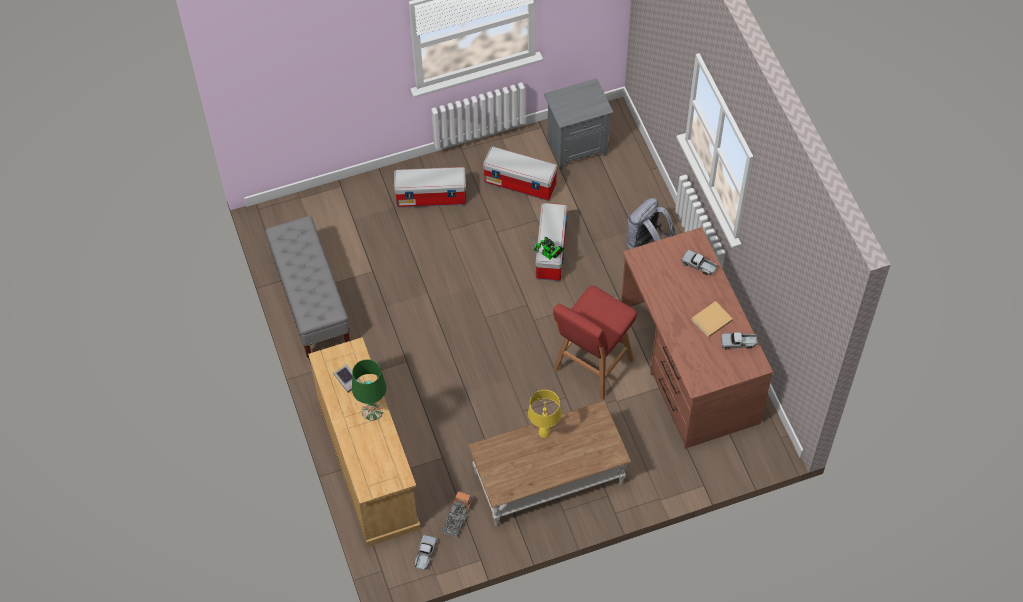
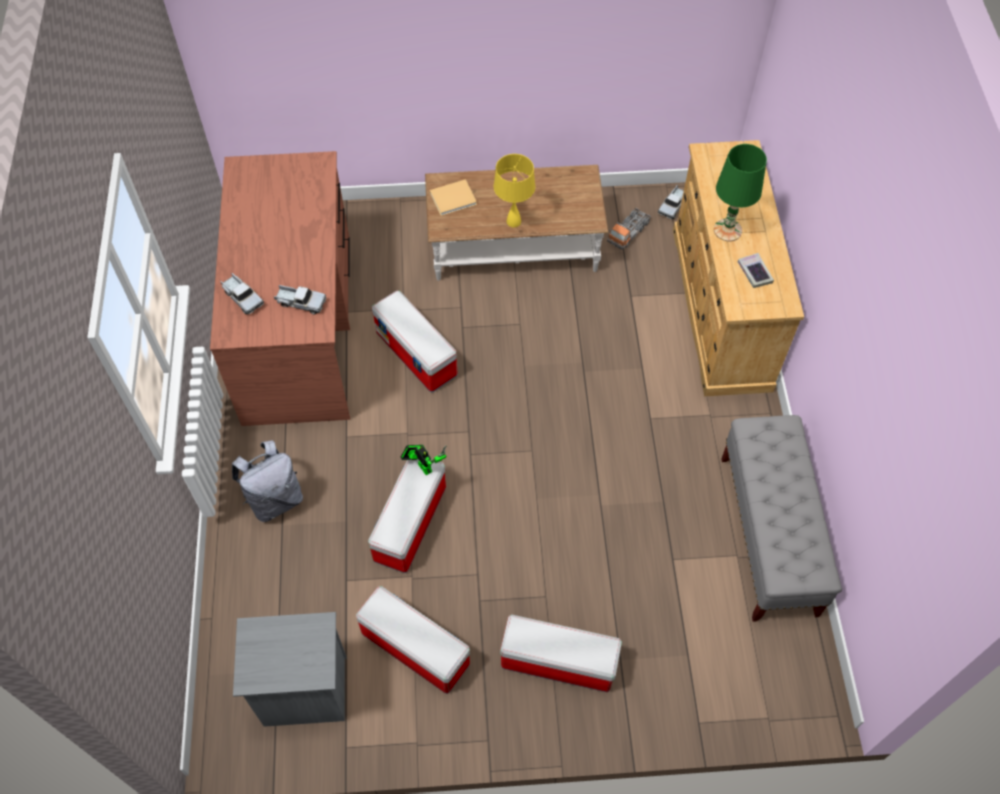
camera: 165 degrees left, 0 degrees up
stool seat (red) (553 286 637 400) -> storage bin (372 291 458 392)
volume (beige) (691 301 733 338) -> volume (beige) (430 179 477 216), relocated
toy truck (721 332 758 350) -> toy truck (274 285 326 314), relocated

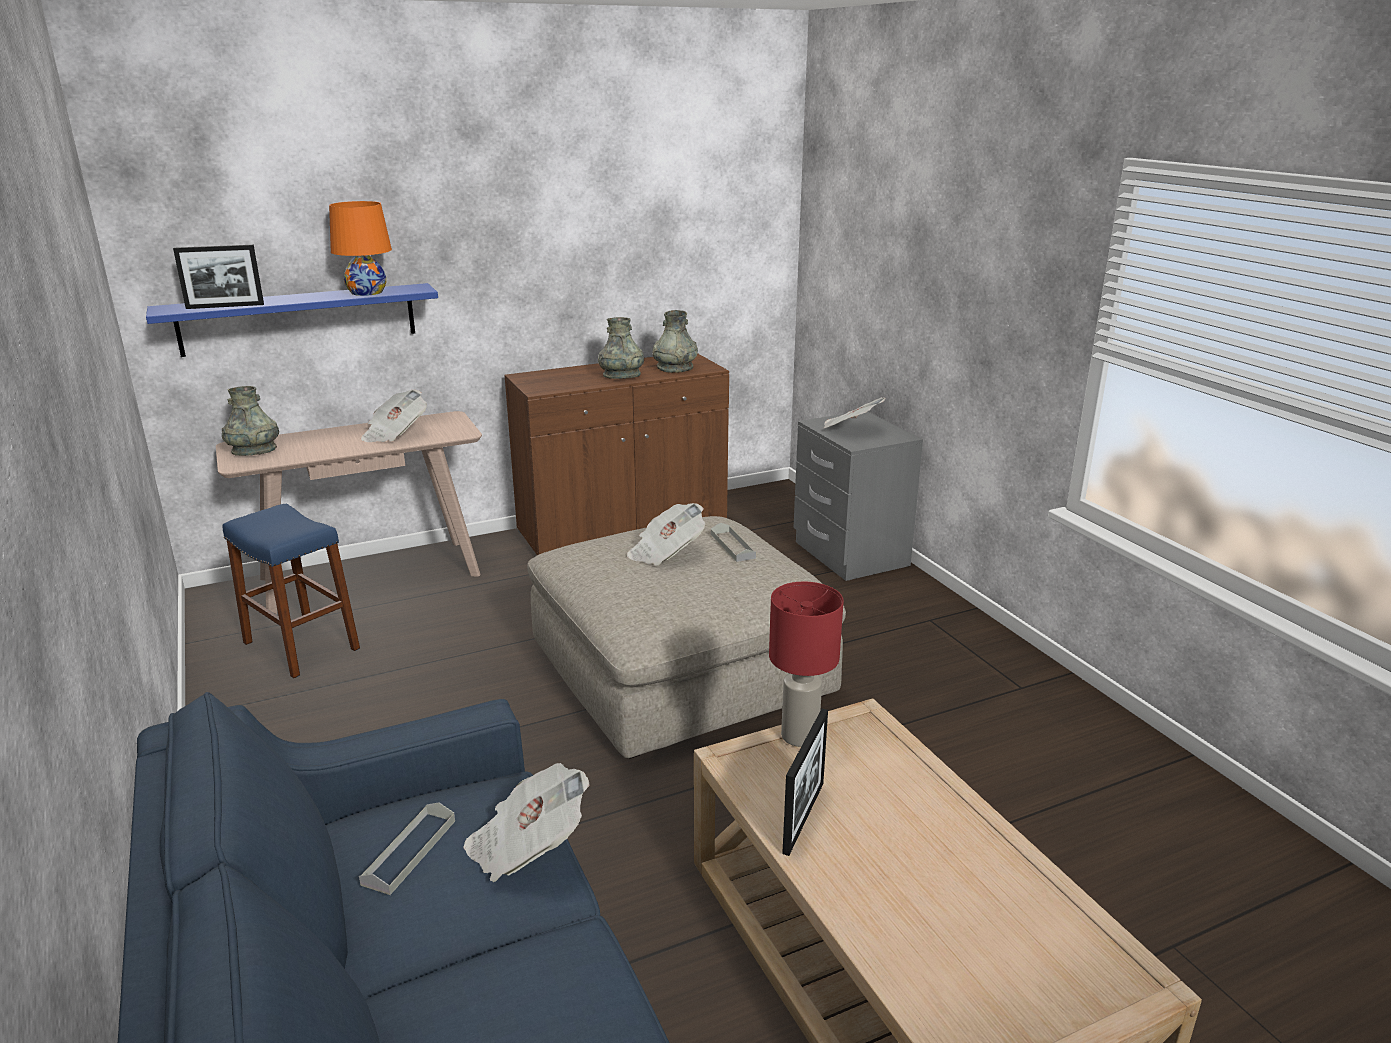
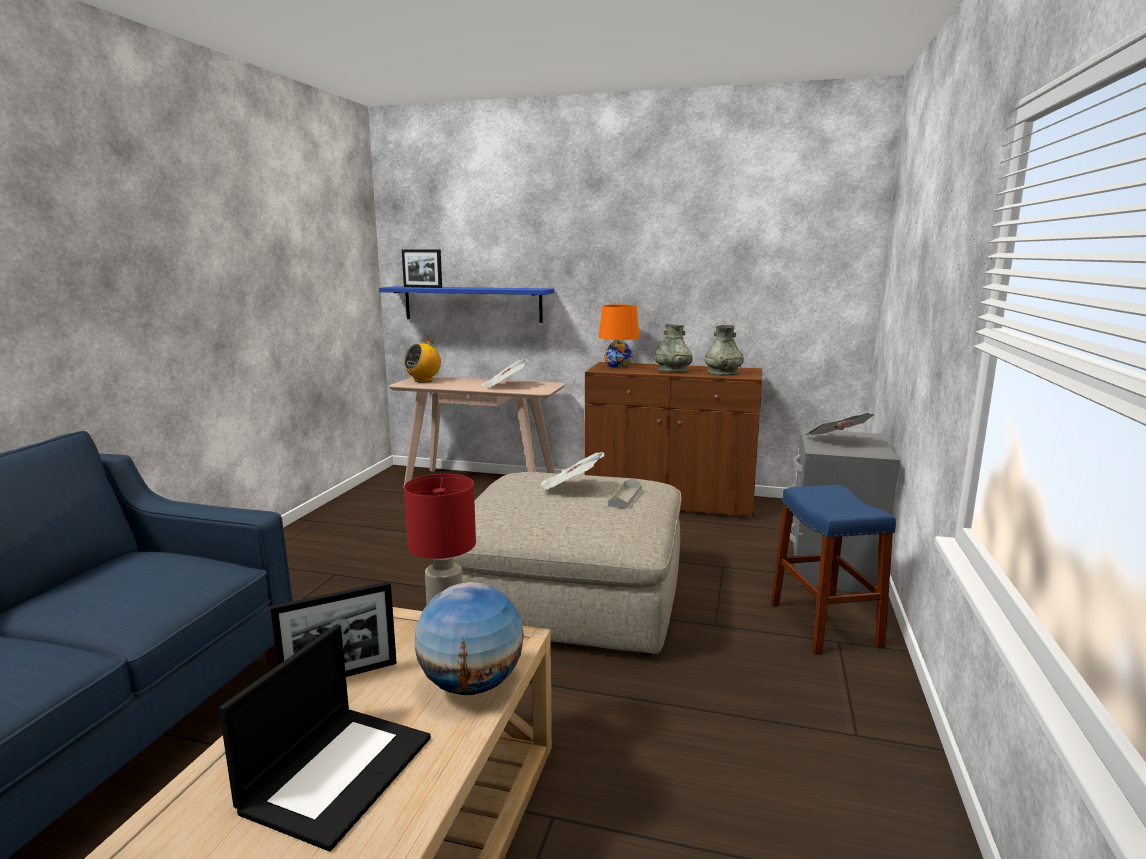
camera: 40 degrees right, 10 degrees down
decorative vase (greyish) (222 386 279 456) -> radio receiver (404 339 441 382)
stool seat (blue-coloured) (223 504 360 678) -> stool seat (blue-coloured) (771 485 896 654), relocated
tabletop lamp (orange-coloured) (329 201 392 296) -> tabletop lamp (orange-coloured) (599 305 639 368), relocated
tray (greyish) (359 803 455 895) -> none
newspaper (463 763 590 882) -> none
none -> laptop (219 624 431 852)
none -> globe (415 582 524 695)

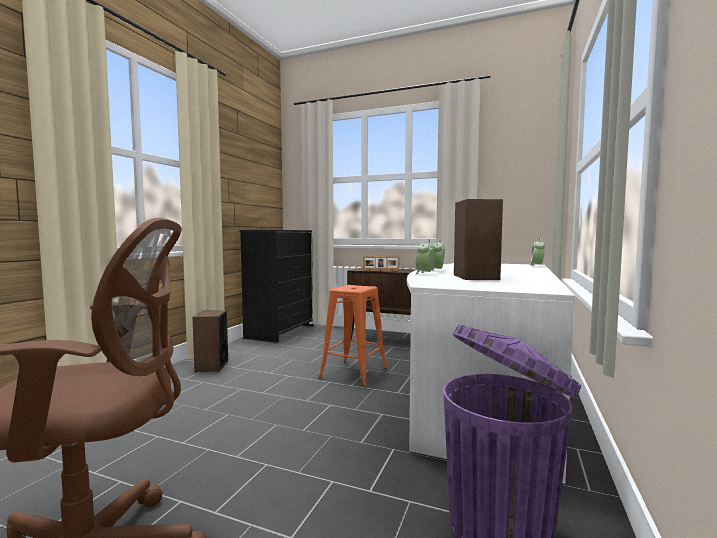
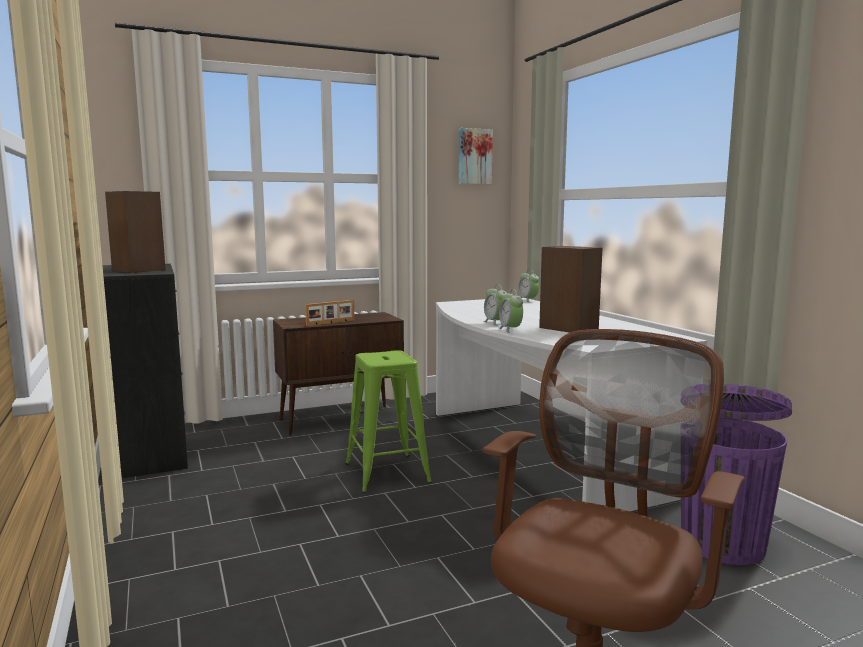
camera: 45 degrees left, 5 degrees up
audio speaker (192 310 228 372) -> audio speaker (105 191 166 273), relocated
stool seat (orange-coloured) (319 285 387 387) -> stool seat (green-coloured) (345 350 432 493)
none -> wall picture (458 128 493 184)

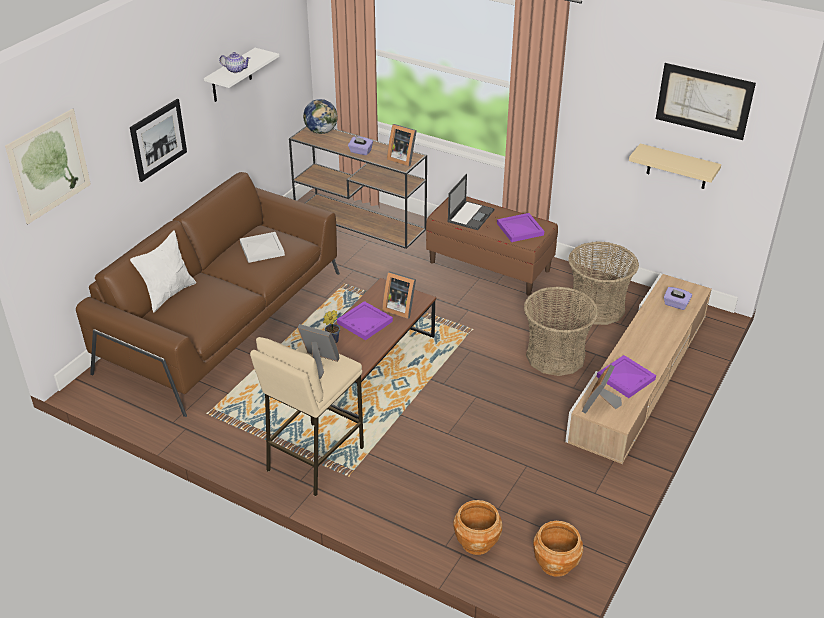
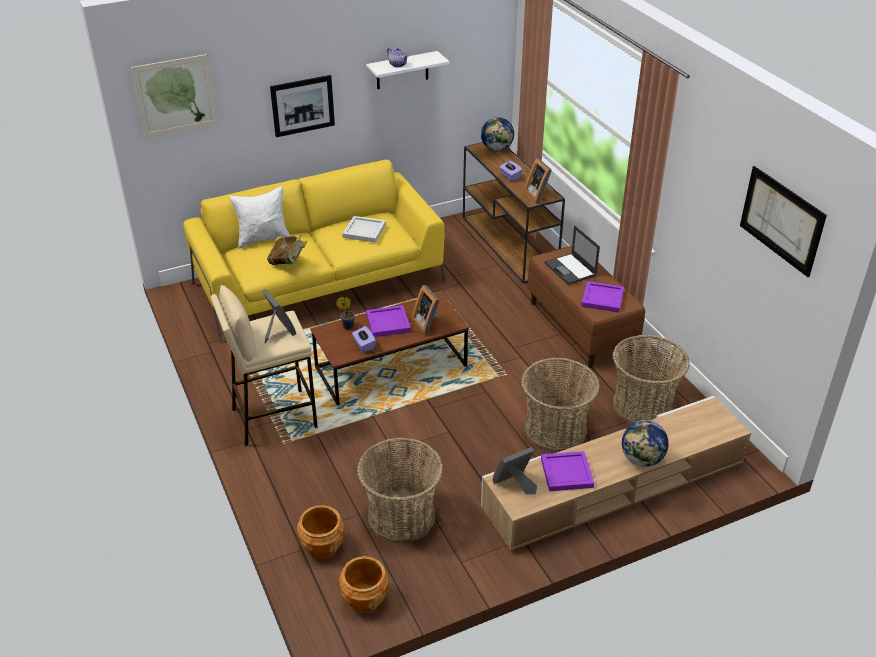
camera: 35 degrees right, 0 degrees up
couch (brownish) (76 172 340 417) -> couch (yellow) (183 160 445 343)
laptop (447 174 495 230) -> laptop (545 226 600 285), 90 degrees clockwise
wall shelf (beige) (629 144 721 189) -> none
box of tissues (purple-coloured) (664 287 692 310) -> box of tissues (purple-coloured) (352 326 376 353), relocated
none -> volume (267 235 307 265)
none -> household basket (357 438 443 543)
none -> globe (622 420 669 467)

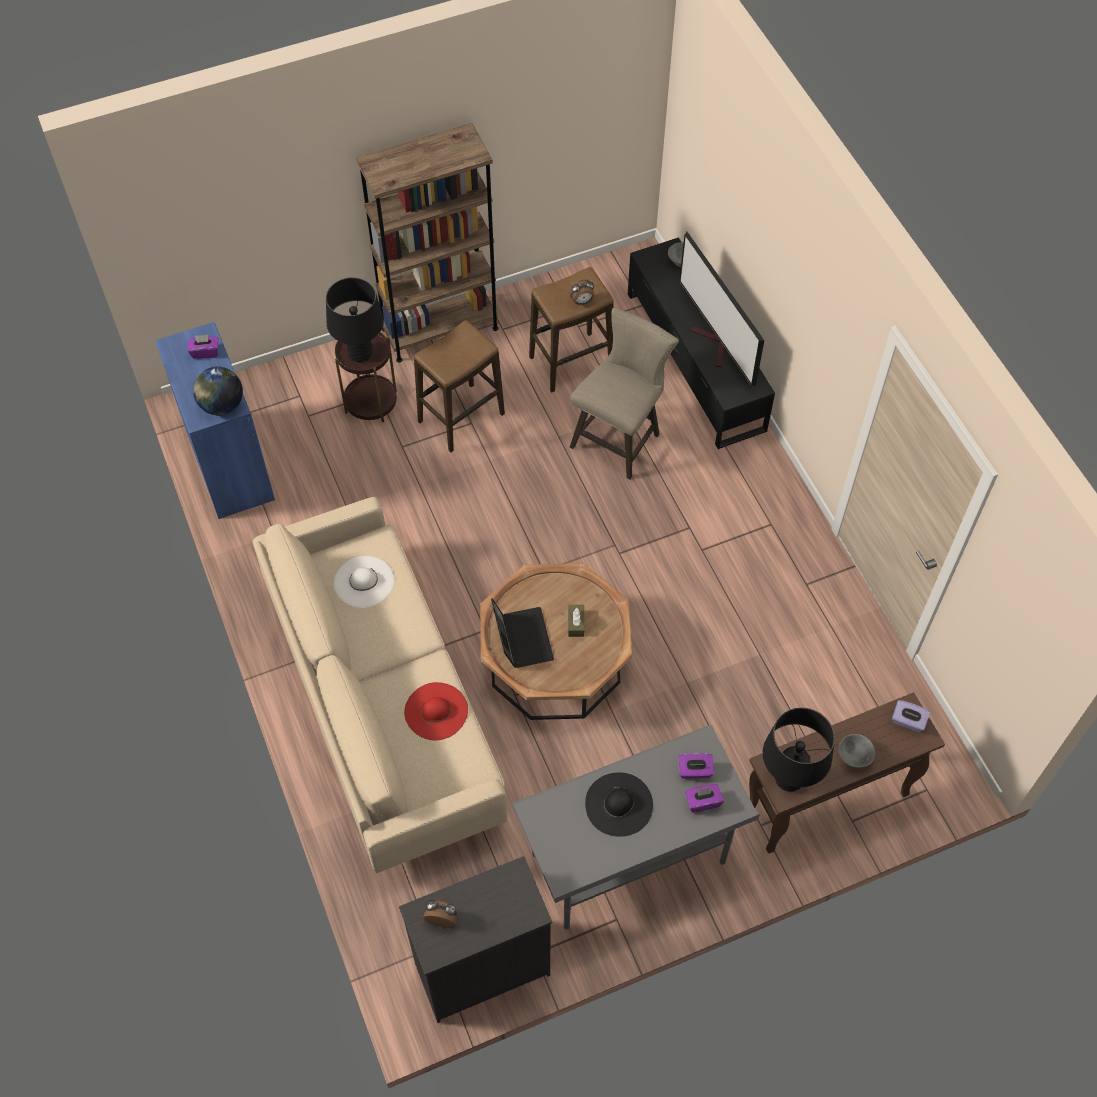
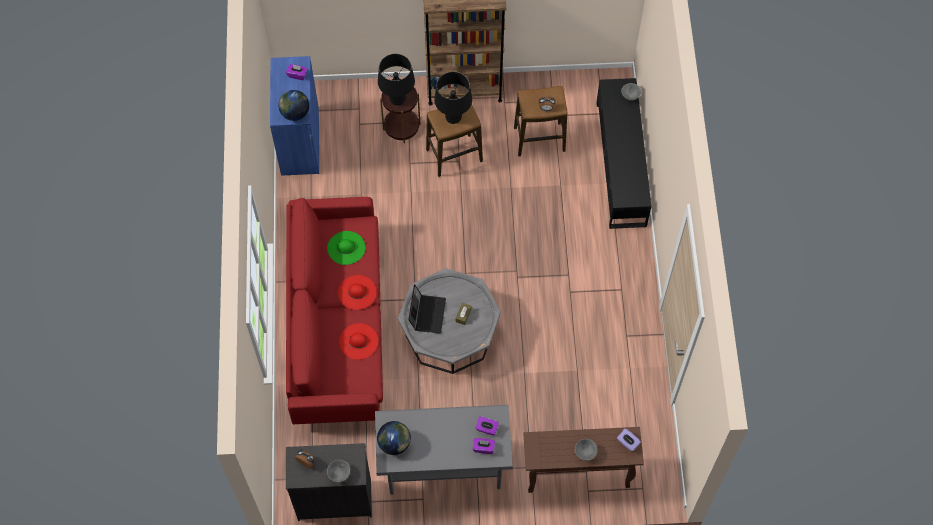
camera: 20 degrees right, 5 degrees up
couch (beige) (253 497 508 873) -> couch (red) (286 197 383 424)
clothing hat (white) (333 556 394 608) -> clothing hat (green-coloured) (327 231 366 265)
coffee table (brownish) (480 563 632 720) -> coffee table (greyish) (398 268 501 374)
stool seat (beige) (570 308 679 480) -> none
clothing hat (black-coloured) (585 772 653 837) -> none
television (679 232 764 386) -> none
tabletop lamp (black-coloured) (763 707 835 792) -> tabletop lamp (black-coloured) (434 72 472 124), relocated
none -> bowl (greyish) (327 460 350 482)
none -> clothing hat (red) (338 275 377 310)
none -> globe (377 421 411 455)

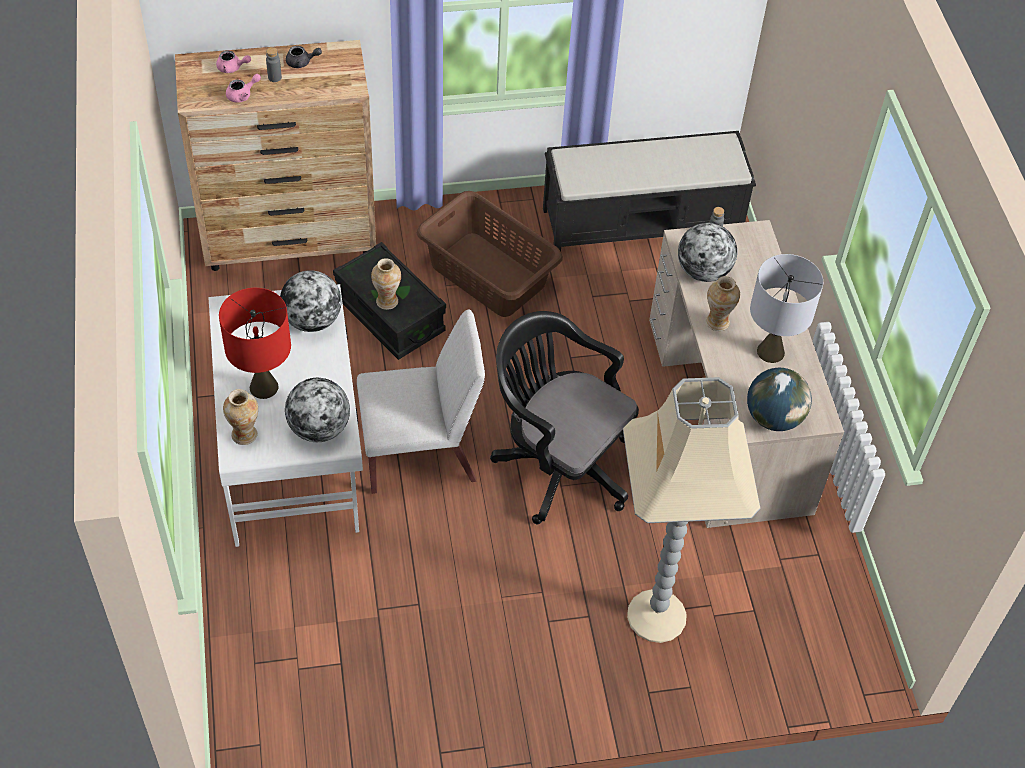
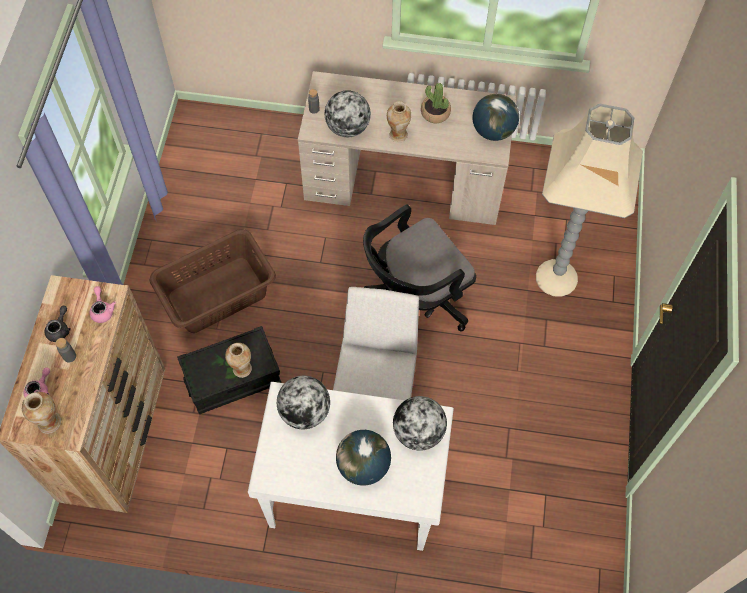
camera: 70 degrees left, 10 degrees up
tabletop lamp (red) (219 288 291 399) -> globe (336 430 391 486)
decorative vase (223 389 258 445) -> decorative vase (22 392 61 434), relocated
pot for tea (pinkish) (226 74 261 103) -> pot for tea (pinkish) (90 286 116 323), relocated
indoor bench (black-coloured) (543 131 756 251) -> none
tabletop lamp (greyish) (750 254 823 363) -> houseplant (421 83 451 123)

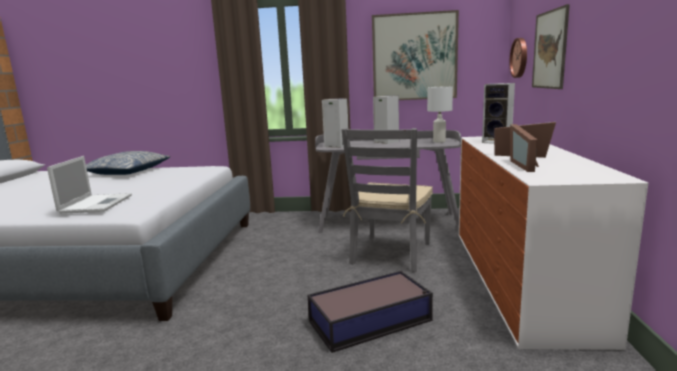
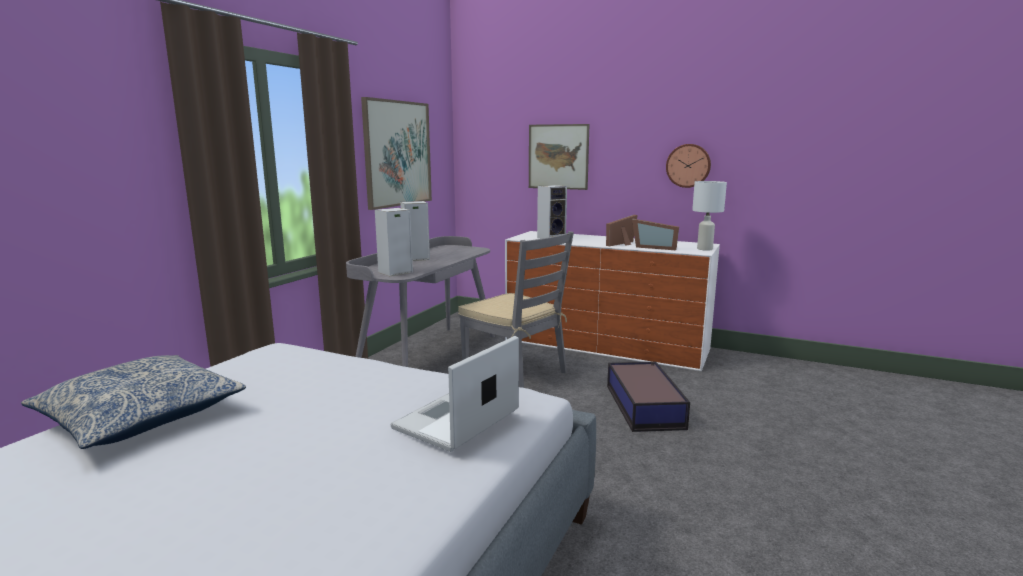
camera: 70 degrees left, 0 degrees up
laptop (47 156 132 214) -> laptop (390 336 519 452), 75 degrees counterclockwise
tabletop lamp (white) (427 86 453 143) -> tabletop lamp (white) (692 181 727 251), relocated
wall clock (509 38 527 78) -> wall clock (666 144 711 188), relocated

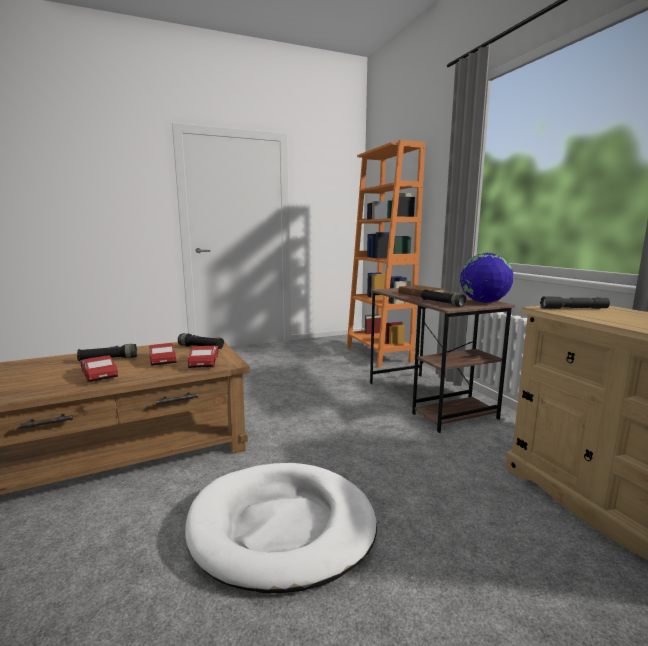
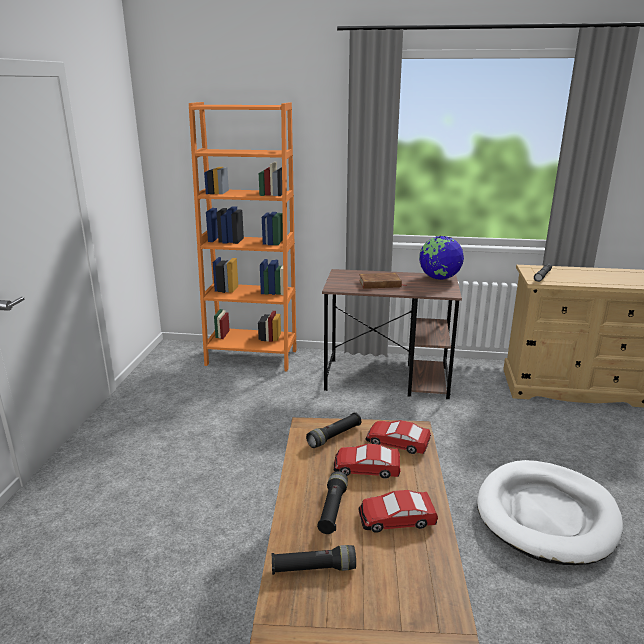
camera: 60 degrees left, 10 degrees up
torch (black-coloured) (421 289 467 307) -> torch (black-coloured) (272 545 356 575), relocated

